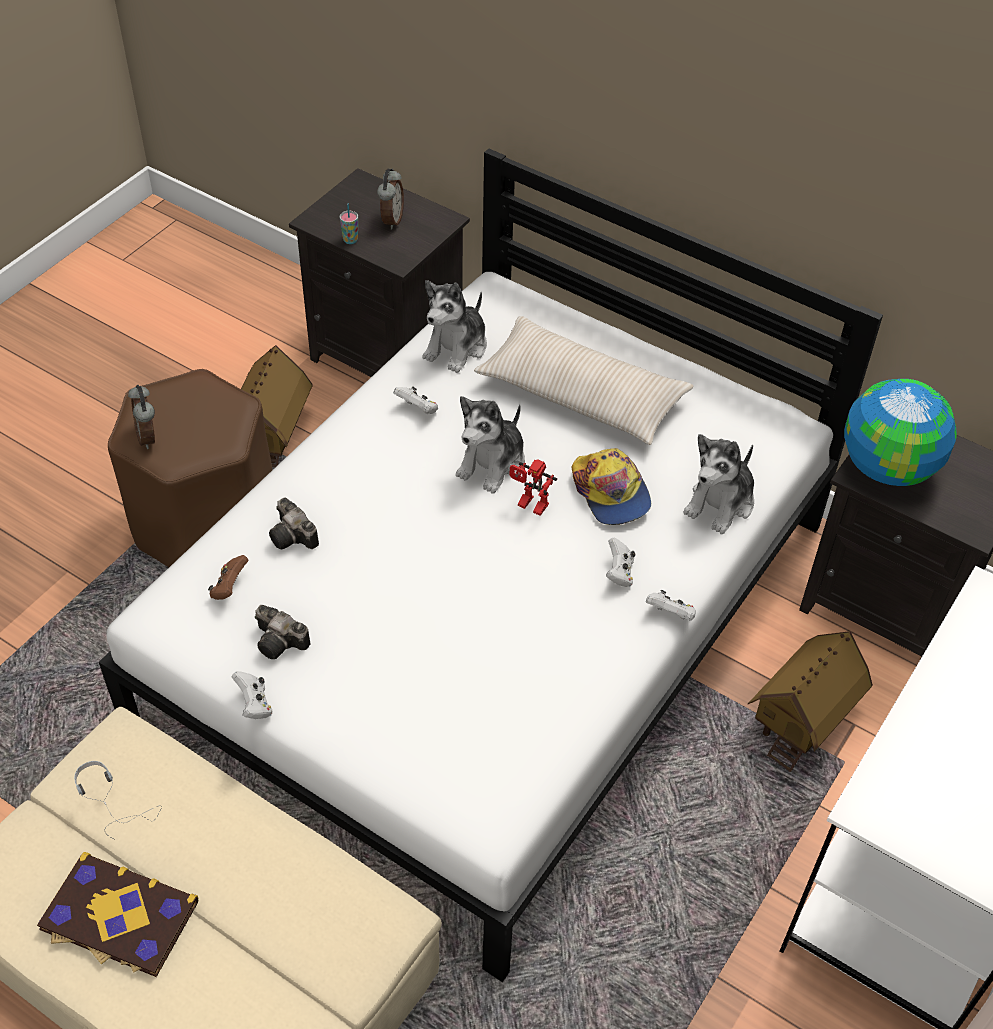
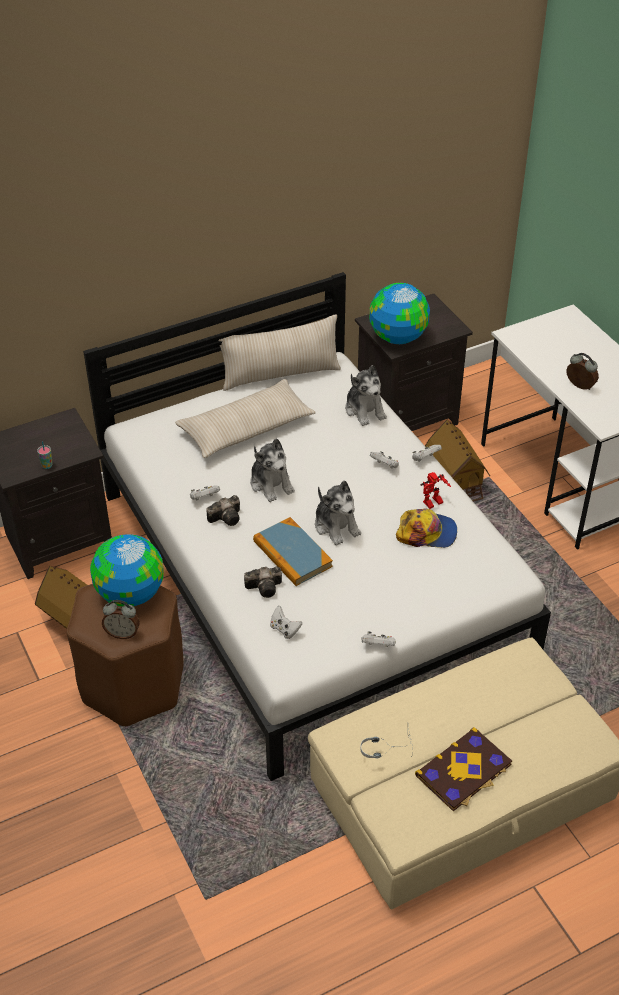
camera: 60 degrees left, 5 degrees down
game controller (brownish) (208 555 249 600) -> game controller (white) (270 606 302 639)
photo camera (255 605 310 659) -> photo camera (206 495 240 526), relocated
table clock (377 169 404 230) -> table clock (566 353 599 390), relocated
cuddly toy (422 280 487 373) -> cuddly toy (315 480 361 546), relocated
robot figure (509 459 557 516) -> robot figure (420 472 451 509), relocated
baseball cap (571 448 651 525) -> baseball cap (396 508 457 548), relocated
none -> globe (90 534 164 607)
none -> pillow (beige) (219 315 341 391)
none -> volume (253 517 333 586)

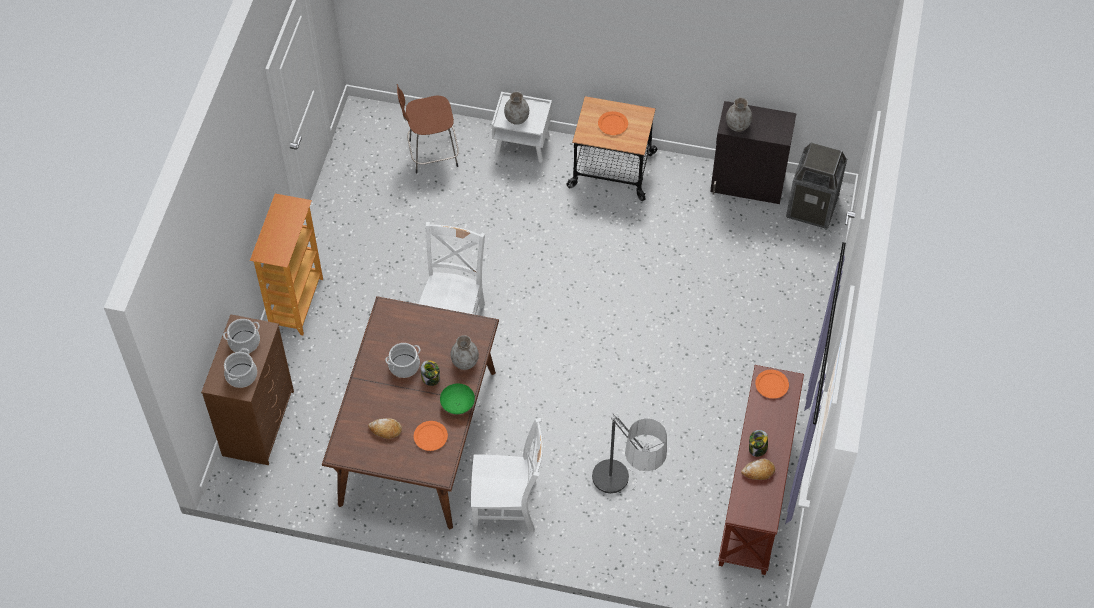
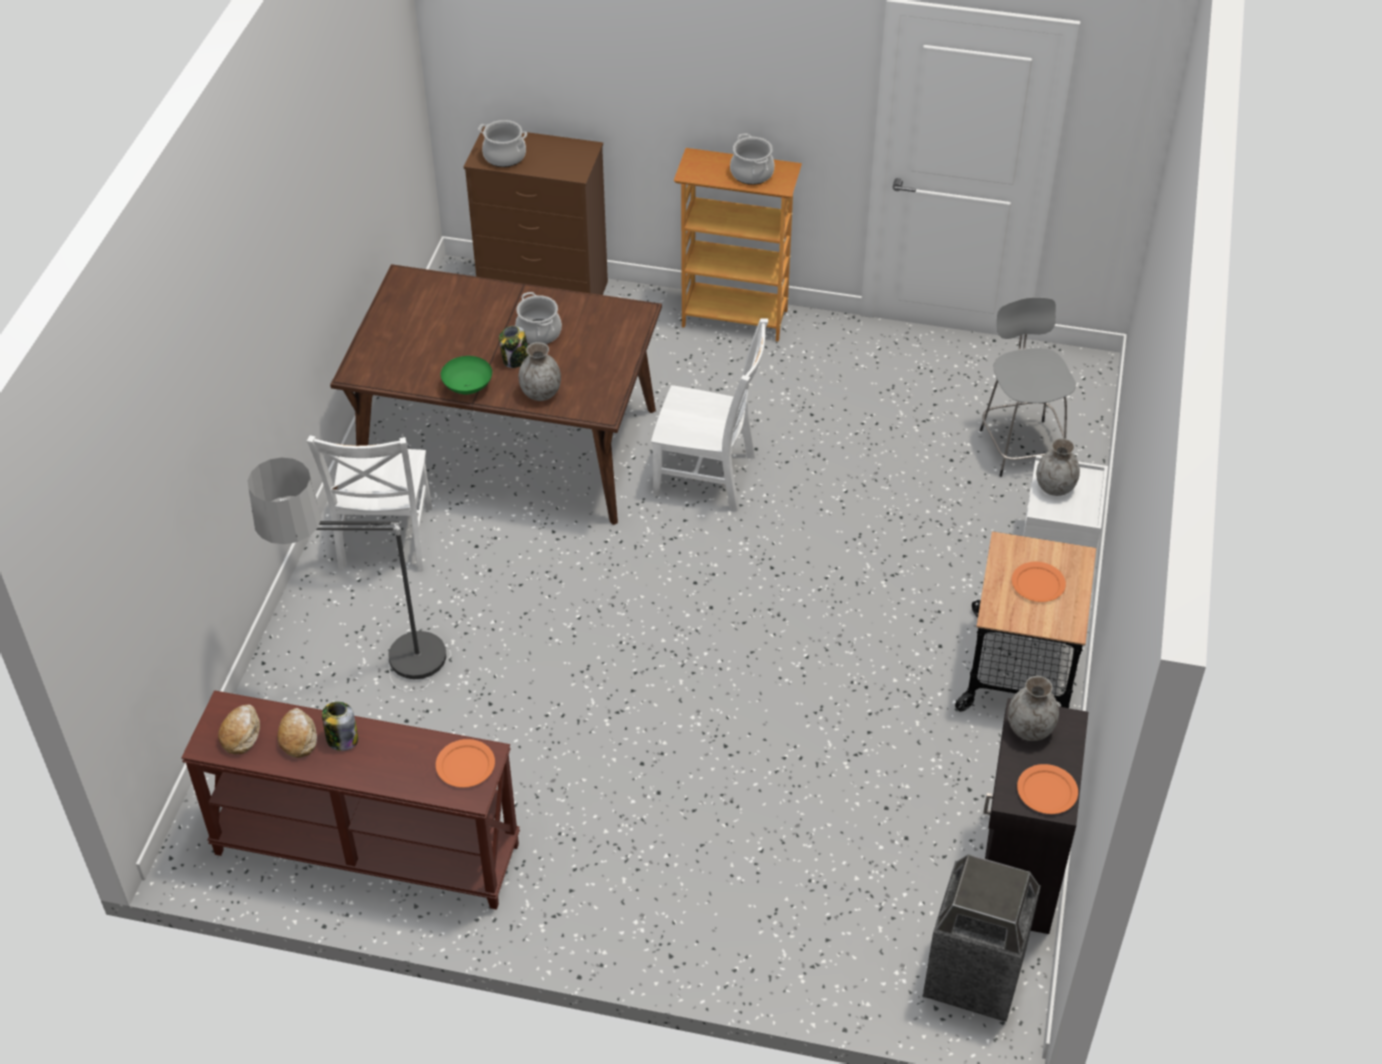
camera: 90 degrees right, 10 degrees down
cooking pot (223 319 260 354) -> cooking pot (730 133 775 185), relocated
baked bread (368 418 402 439) -> baked bread (218 705 260 754), relocated
stool seat (brownish) (397 84 459 174) -> stool seat (greyish) (980 297 1076 477)
flat dish (orange-coloured) (414 421 448 451) -> flat dish (orange-coloured) (1017 764 1078 814), relocated

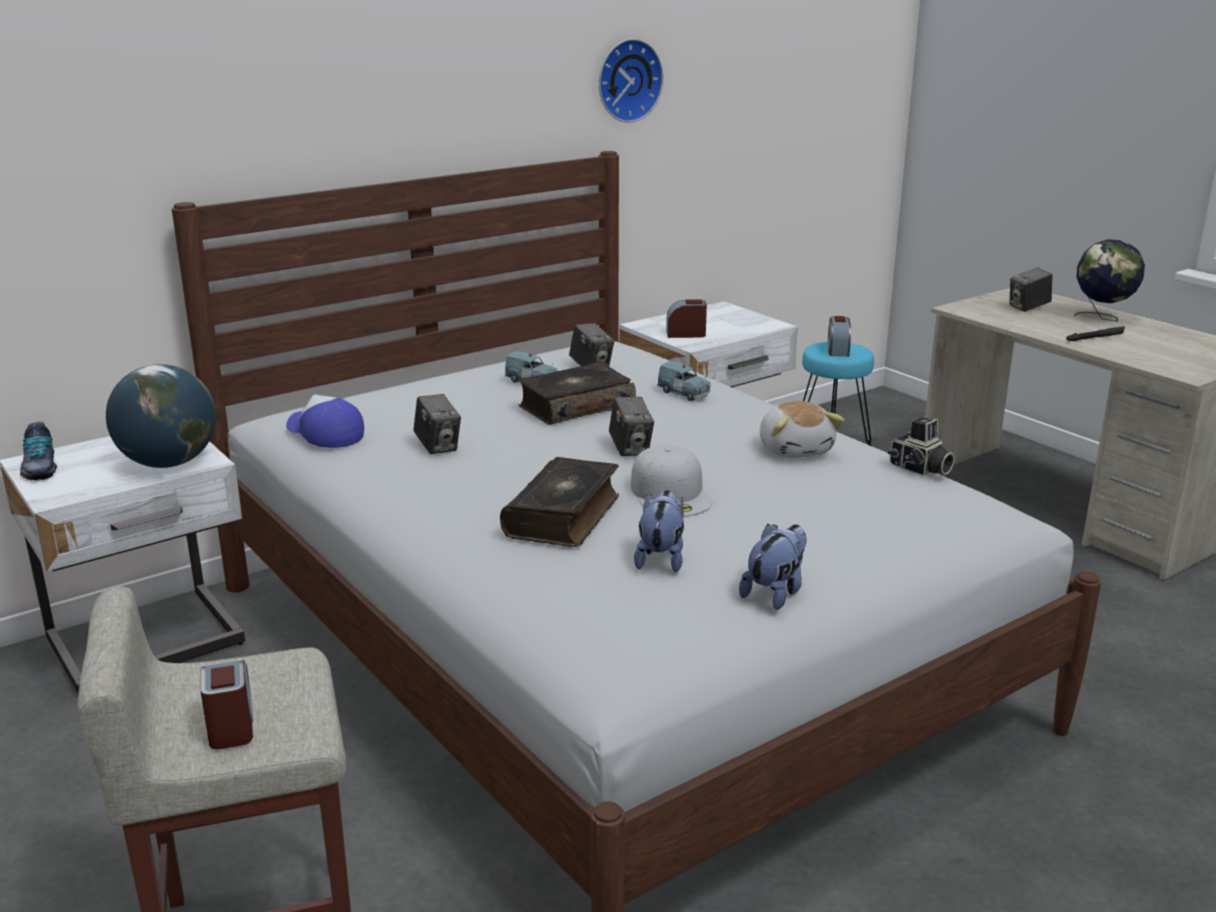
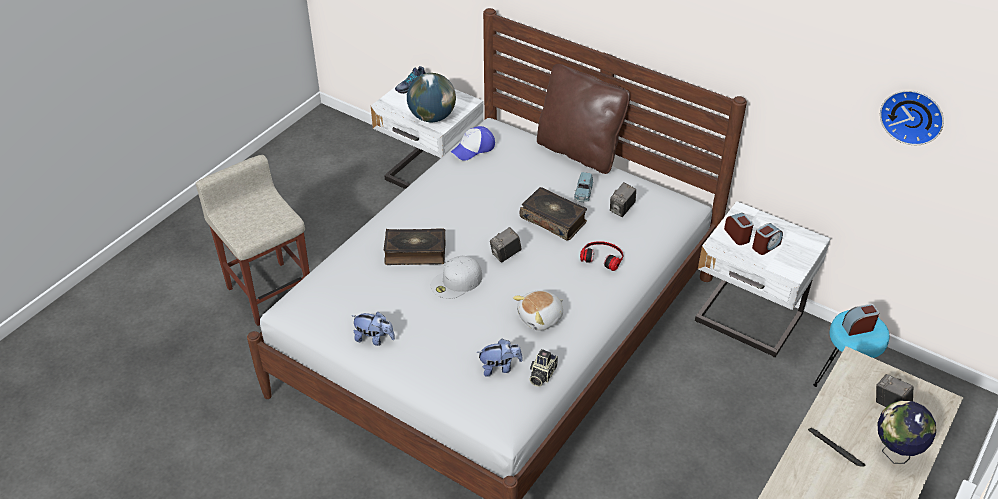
camera: 70 degrees right, 20 degrees up
table clock (200 660 253 749) -> table clock (752 223 783 255), relocated
baseball cap (286 395 364 448) -> baseball cap (451 126 495 161), 150 degrees counterclockwise
photo camera (413 394 461 454) -> none
wall clock (599 39 663 123) -> wall clock (880 90 944 145), relocated
cuddly toy (634 490 684 572) -> cuddly toy (477 339 523 377), relocated
model car (blue-coloured) (657 361 711 401) -> pair of headphones (580 241 623 271)
none -> pillow (brownish) (537 64 630 174)

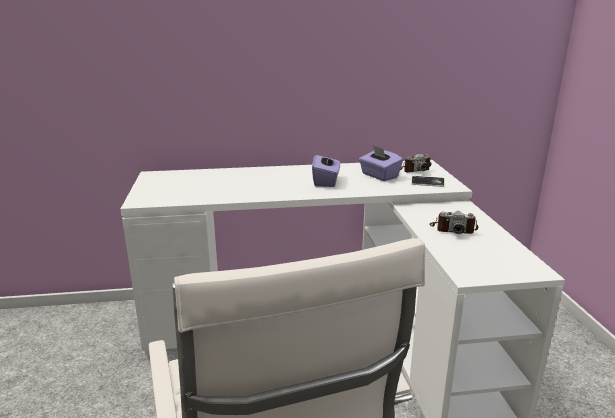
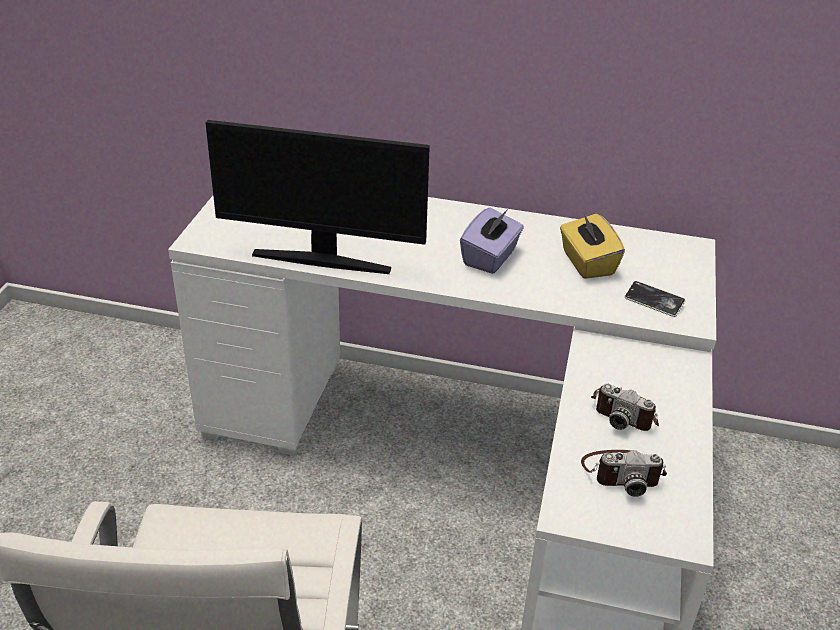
camera: 20 degrees right, 15 degrees up
box of tissues (purple-coloured) (359 145 403 181) -> box of tissues (yellow) (560 214 625 279)
photo camera (400 154 432 173) -> photo camera (581 450 667 497), relocated
none -> computer screen (206 120 430 274)

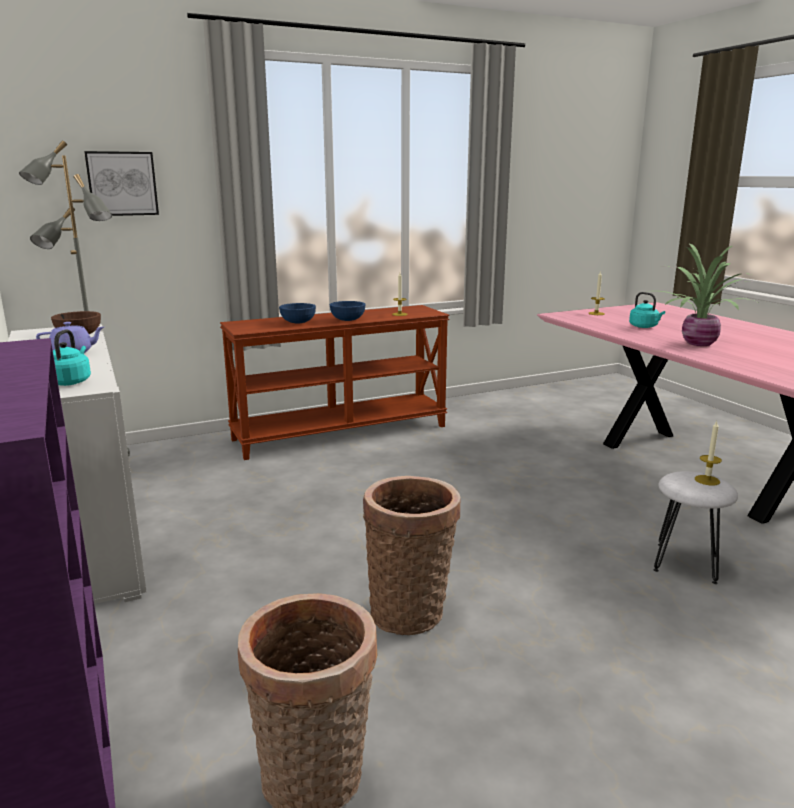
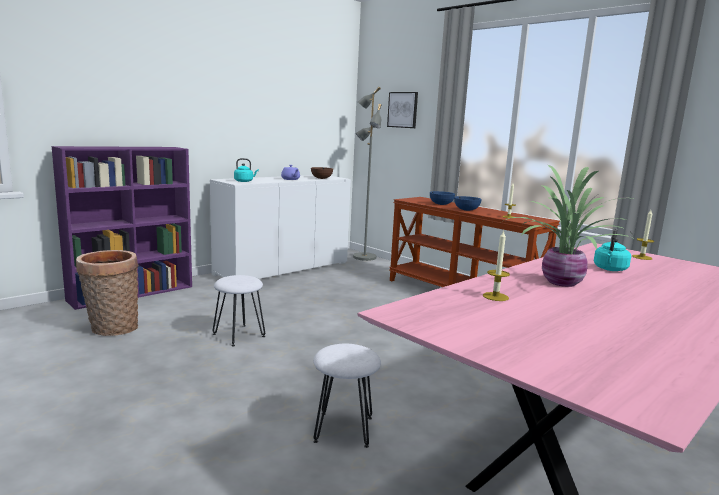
camera: 70 degrees right, 5 degrees down
household basket (363 476 461 635) -> stool seat (white) (212 275 265 346)
wax candle (695 421 722 486) -> wax candle (483 230 510 301), relocated

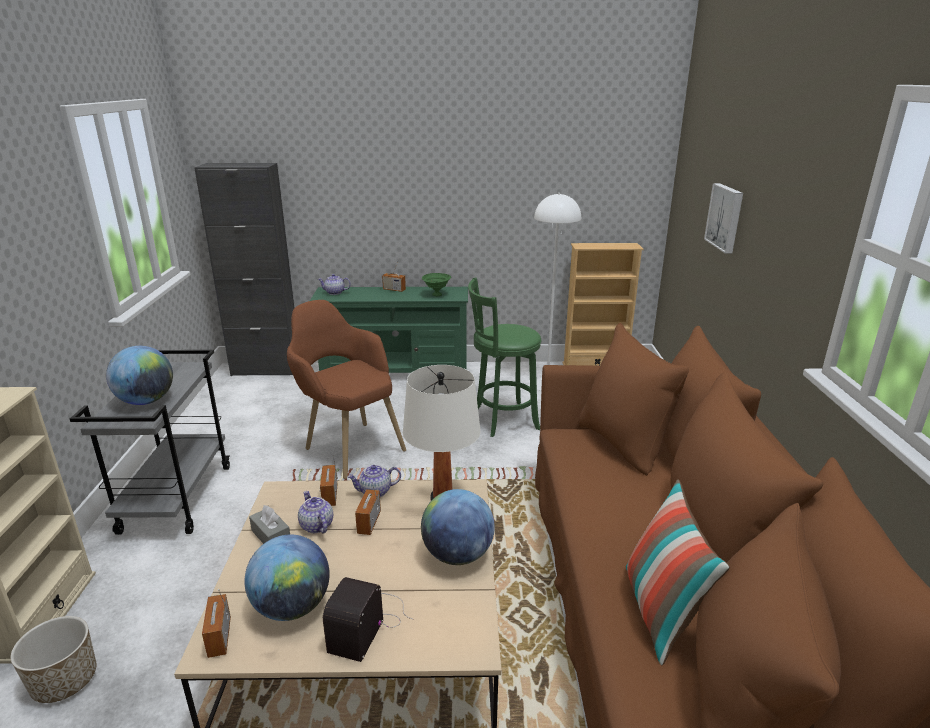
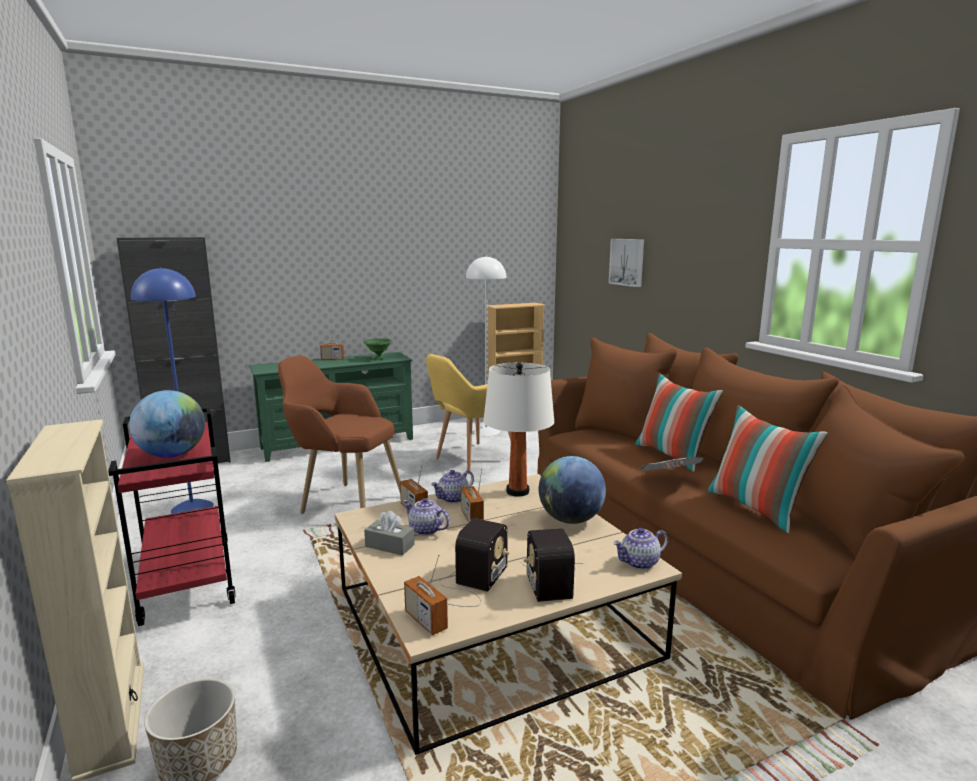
camera: 25 degrees left, 10 degrees down
cart (greyish) (70 350 230 535) -> cart (red) (108 408 235 626)
globe (244 535 330 621) -> radio receiver (429 518 509 607)
pot for tea (318 274 351 295) -> pot for tea (613 528 668 570), relocated
stool seat (green-coloured) (468 277 541 437) -> lounge chair (yellow) (426 354 511 471)
none -> standing lamp (blue-coloured) (131 267 213 514)
none -> pillow (635 373 723 472)
none -> newspaper (639 457 704 470)

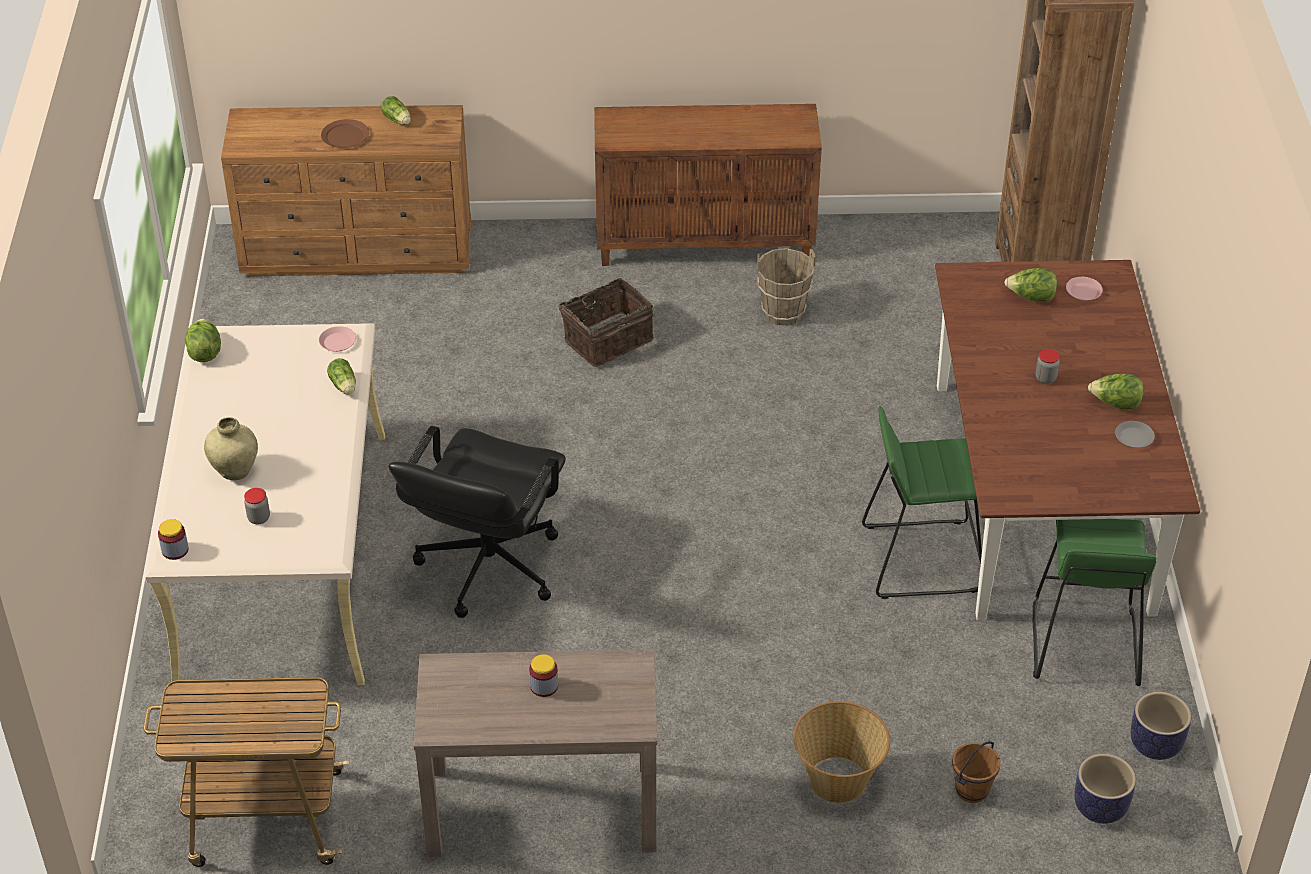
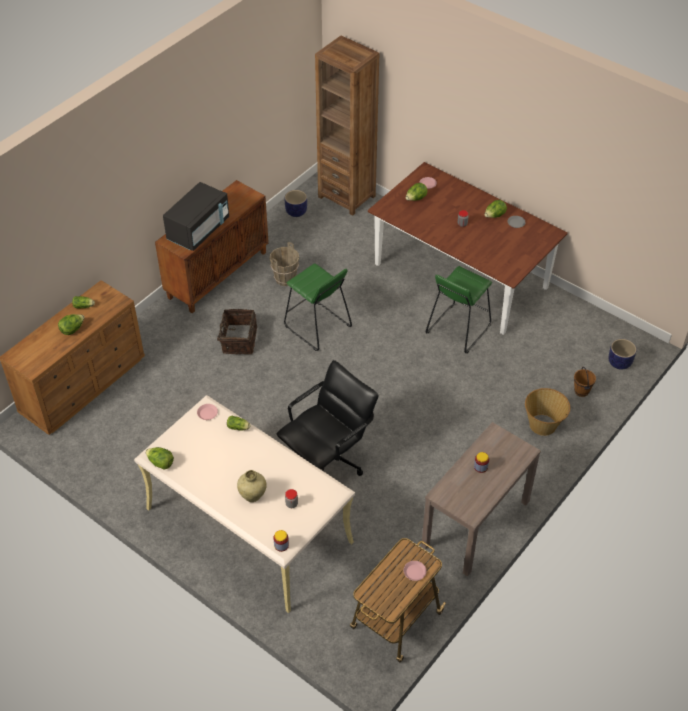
camera: 50 degrees left, 5 degrees up
flat dish (brownish) (321 119 369 148) -> head of lettuce (58 314 84 335)
desk chair (black-coloured) (389 426 566 618) -> desk chair (black-coloured) (277 360 379 476), 105 degrees counterclockwise
stool seat (green-coloured) (1032 519 1157 686) -> stool seat (green-coloured) (284 264 352 351), relocated
flower pot (1131 692 1191 760) -> flower pot (285 190 307 217), relocated
none -> microwave oven (black-coloured) (163 182 229 251)
none -> flat dish (pinkish) (404 561 426 581)

